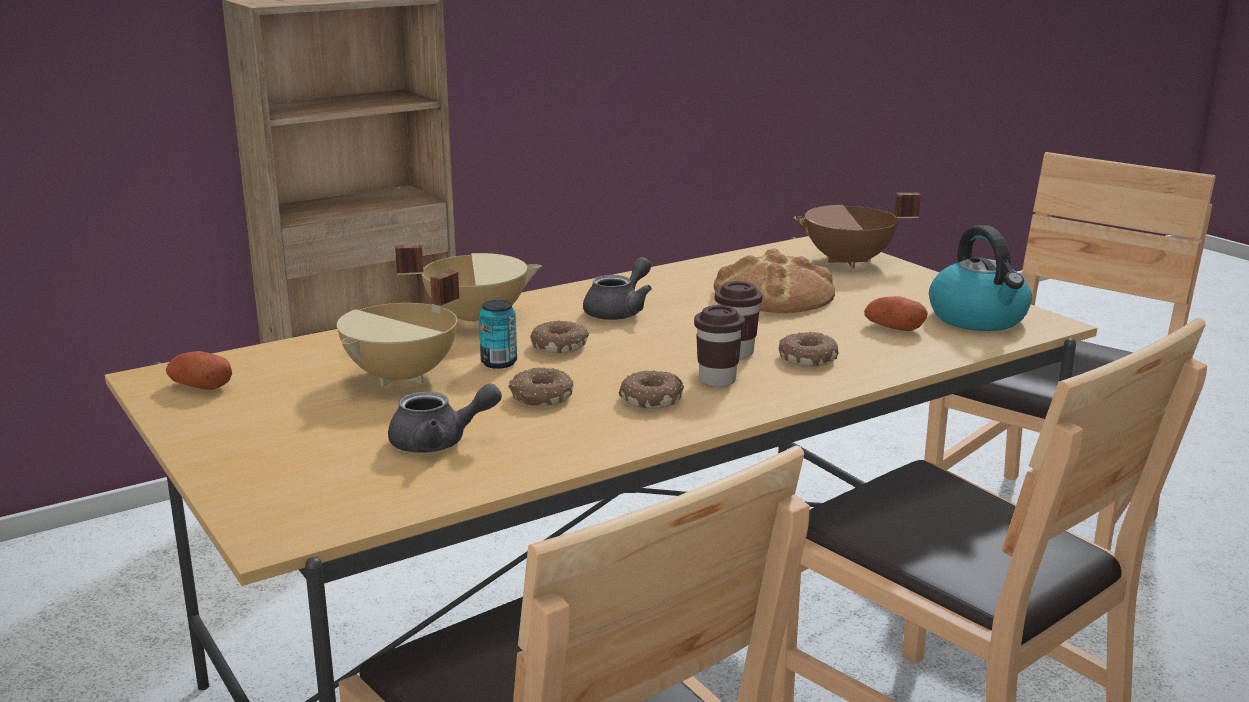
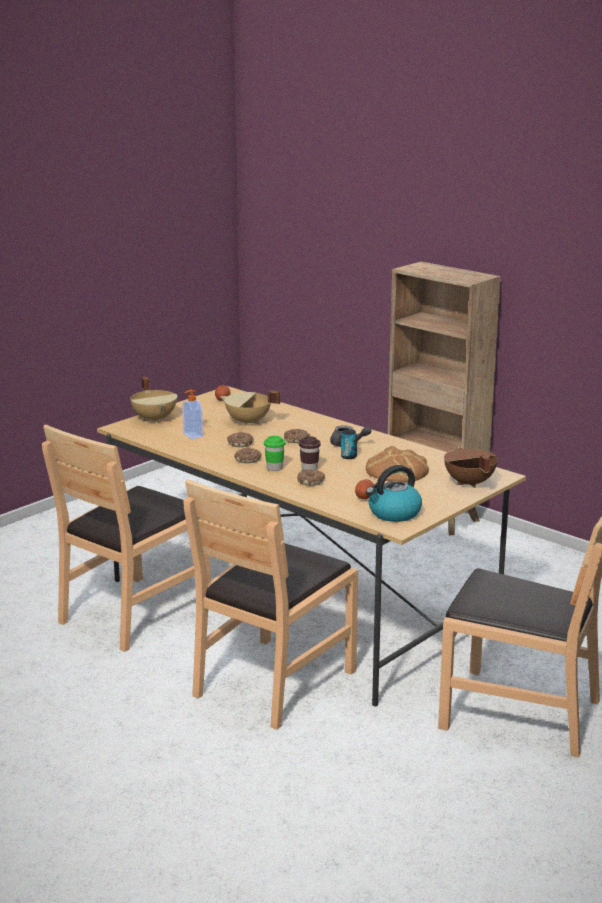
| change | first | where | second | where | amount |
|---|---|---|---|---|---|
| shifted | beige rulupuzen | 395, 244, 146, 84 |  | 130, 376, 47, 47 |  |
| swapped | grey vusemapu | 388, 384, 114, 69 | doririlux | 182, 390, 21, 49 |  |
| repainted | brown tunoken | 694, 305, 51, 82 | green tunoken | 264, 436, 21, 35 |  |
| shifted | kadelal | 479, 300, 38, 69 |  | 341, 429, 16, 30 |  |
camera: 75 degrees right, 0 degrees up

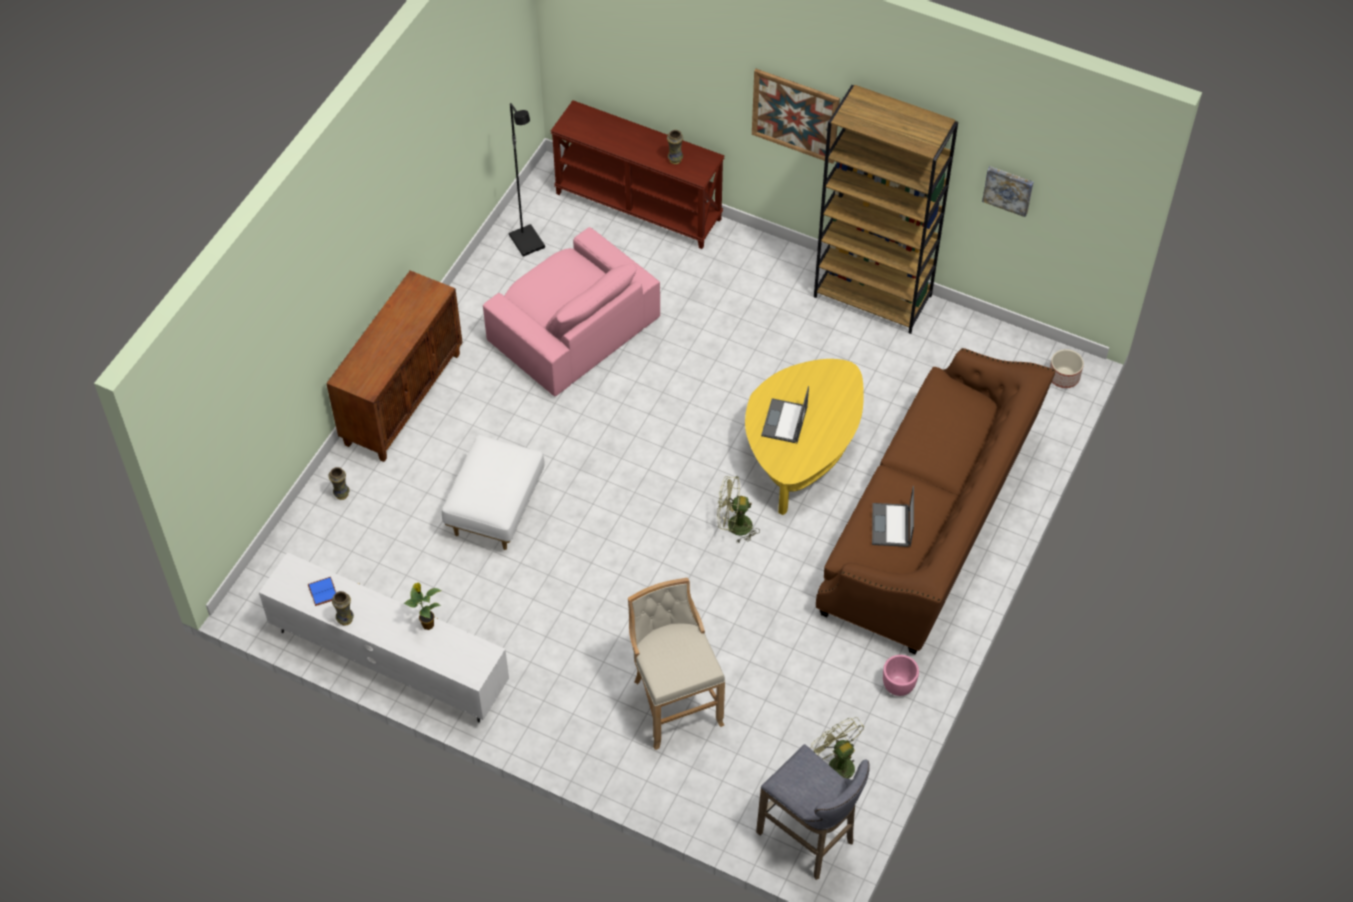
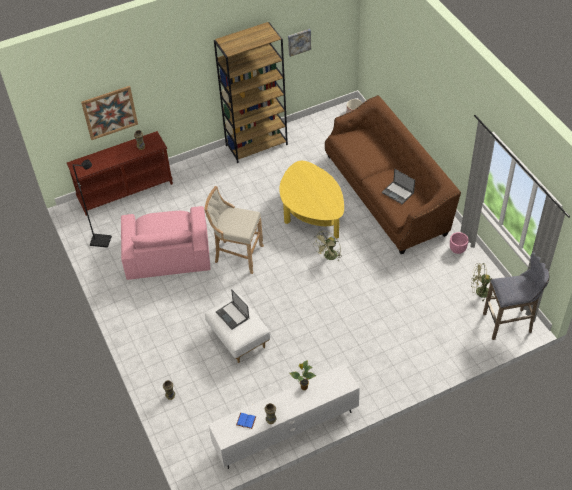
| change | first | where | second | where | amount |
|---|---|---|---|---|---|
| shifted | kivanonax | 752, 69, 88, 95 |  | 81, 86, 57, 54 |  |
| rotated | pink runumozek | 483, 227, 177, 170 |  | 121, 206, 90, 74 | 90 degrees clockwise |
| shifted | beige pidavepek | 628, 578, 97, 172 |  | 204, 186, 60, 88 |  |
| shifted | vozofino | 761, 386, 48, 58 |  | 216, 289, 33, 40 |  |
| gone | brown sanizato | 326, 270, 137, 192 |  |  |  |
camera: 50 degrees left, 5 degrees down

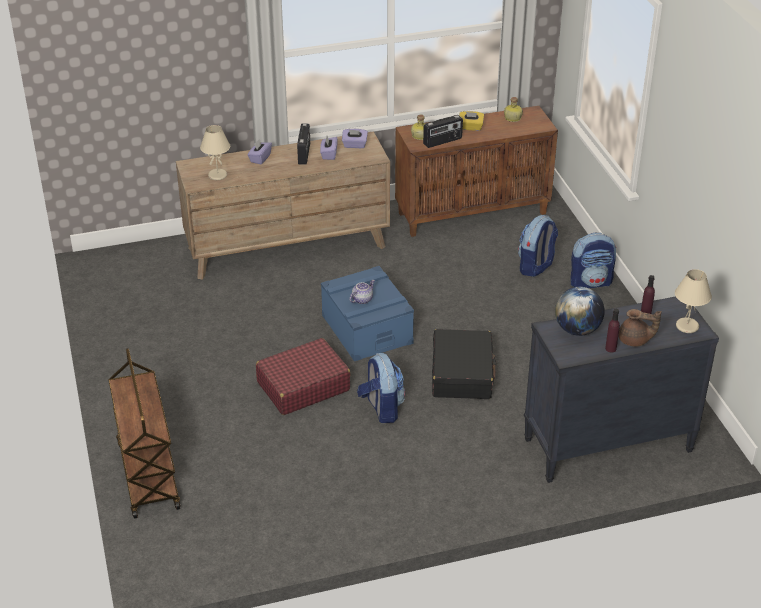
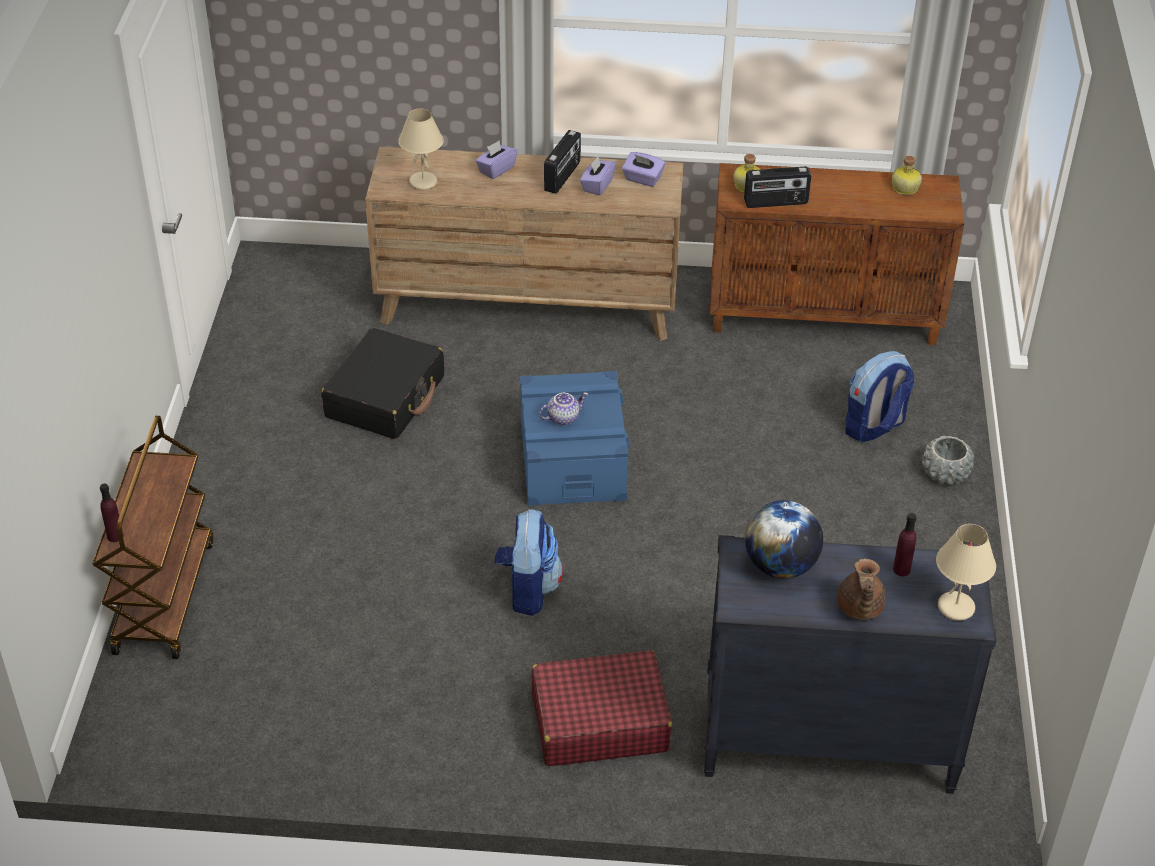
| change | first | where | second | where | amount |
|---|---|---|---|---|---|
| shifted | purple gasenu | 605, 309, 15, 44 |  | 100, 483, 23, 59 |  |
| shifted | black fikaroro | 432, 329, 65, 70 |  | 321, 328, 123, 111 |  |
| shifted | red fikaroro | 256, 338, 95, 77 |  | 531, 650, 141, 116 |  |
| rotated | brown vusemapu | 619, 309, 43, 38 |  | 837, 559, 49, 61 | 60 degrees clockwise |
| swapped | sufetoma | 570, 233, 46, 55 | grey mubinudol | 922, 435, 52, 50 |  |
| gone | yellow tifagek | 459, 111, 25, 20 |  |  |  |
camera: 20 degrees right, 5 degrees up

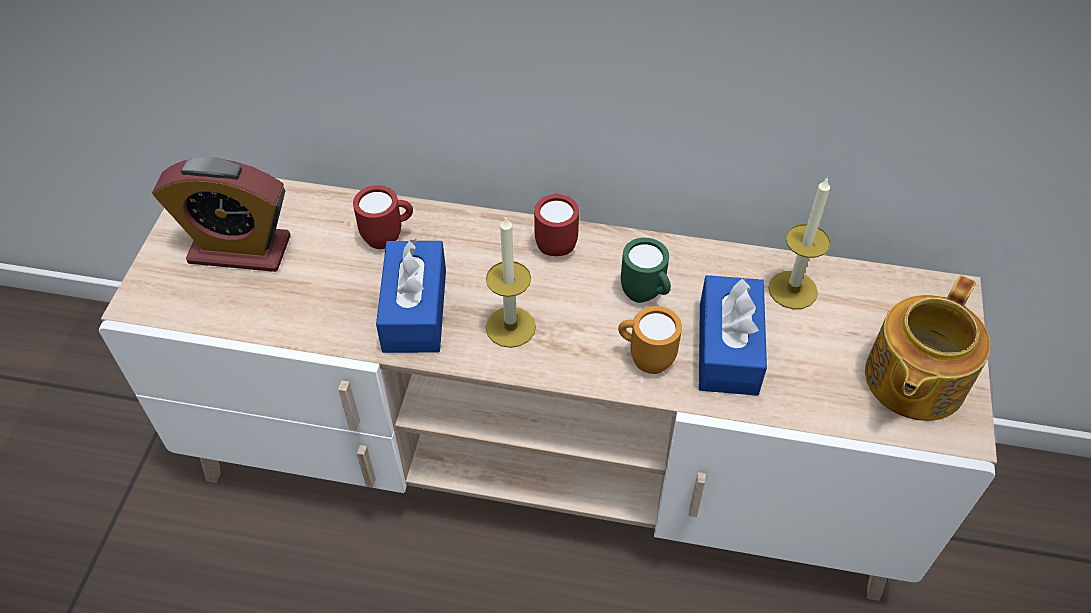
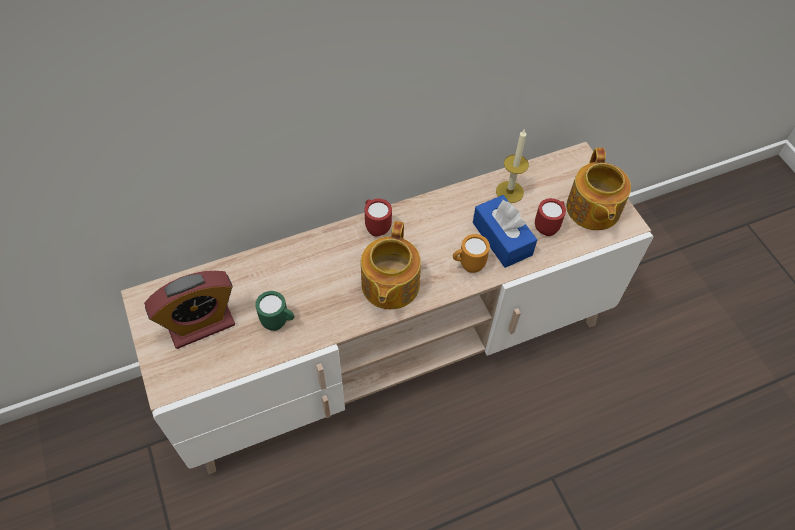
| change | first | where | second | where | amount |
|---|---|---|---|---|---|
| shifted | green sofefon | 621, 238, 50, 65 |  | 255, 291, 39, 40 |  |
| swapped | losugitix | 486, 215, 50, 133 | vusemapu | 361, 221, 60, 88 |  |
| shifted | red sofefon | 353, 185, 60, 64 |  | 535, 198, 31, 38 |  |
| gone | blue tifagek | 376, 238, 70, 115 |  |  |  |
camera: 35 degrees left, 5 degrees up

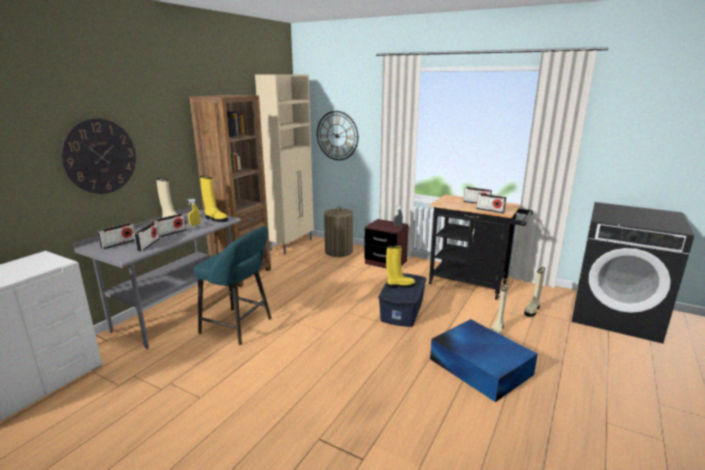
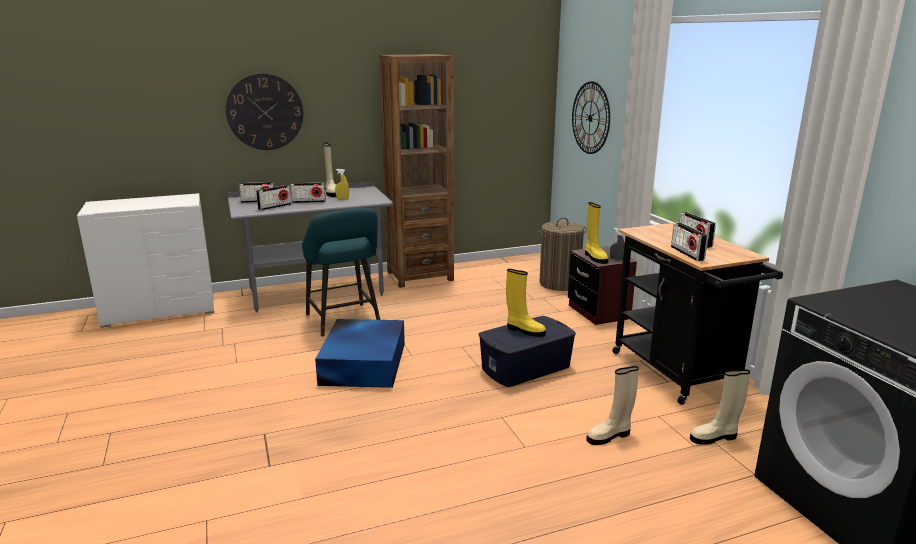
| change | first | where | second | where | amount |
|---|---|---|---|---|---|
| shifted | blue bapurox | 430, 319, 108, 83 |  | 315, 319, 90, 69 |  |
| shifted | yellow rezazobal | 200, 176, 28, 46 |  | 585, 202, 23, 62 |  |
| gone | beige sanizato | 255, 74, 59, 180 |  |  |  |
camera: 40 degrees right, 0 degrees up

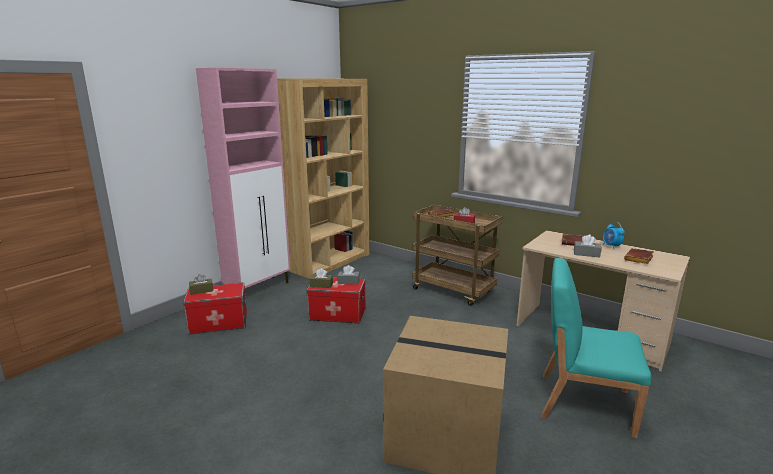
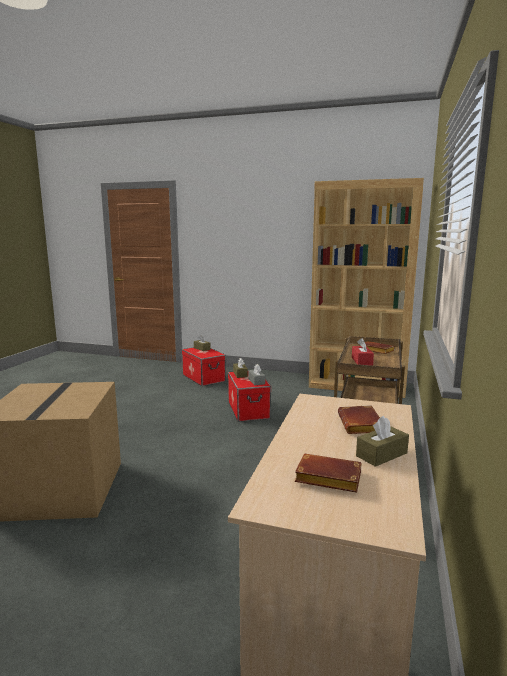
| change | first | where | second | where | amount |
|---|---|---|---|---|---|
| swapped | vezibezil | 603, 222, 22, 27 | brown tifagek | 356, 416, 53, 51 |  |
| gone | pink sanizato | 196, 68, 94, 220 |  |  |  |
| gone | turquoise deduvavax | 541, 258, 111, 180 |  |  |  |
| gone | grey tifagek | 574, 234, 28, 24 |  |  |  |
camera: 70 degrees right, 5 degrees down

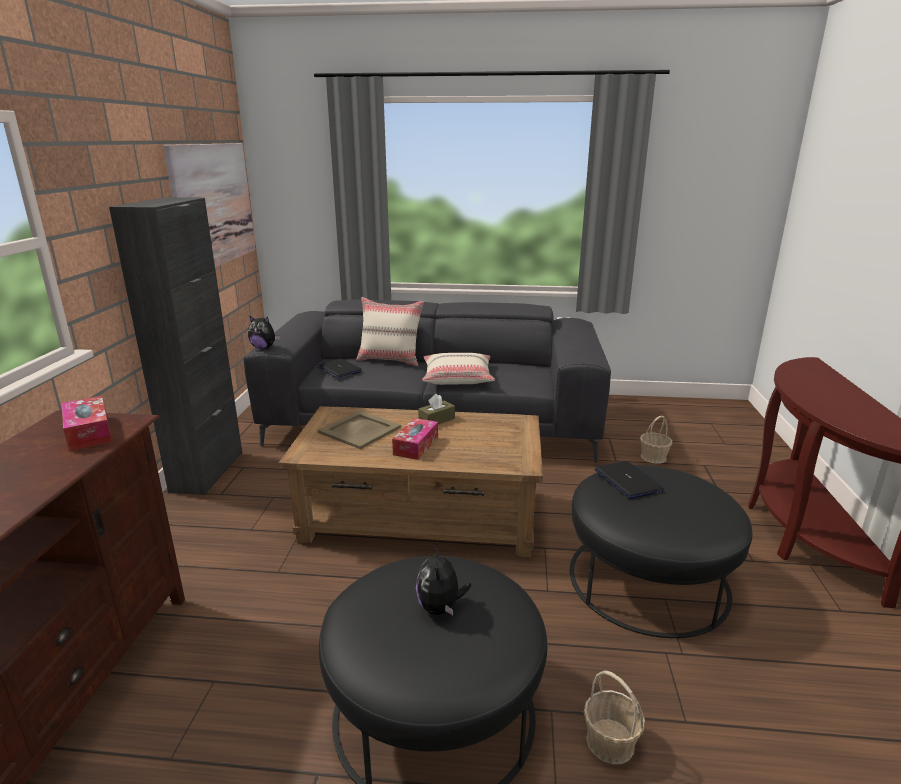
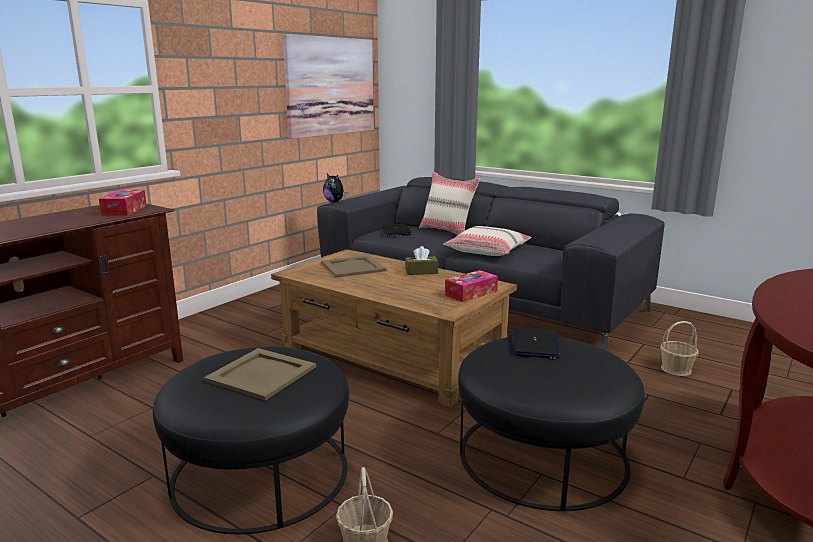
| change | first | where | second | where | amount |
|---|---|---|---|---|---|
| swapped | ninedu | 416, 544, 55, 71 | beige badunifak | 204, 348, 112, 52 |  |
| shifted | tifagek | 392, 418, 46, 42 |  | 445, 270, 53, 32 |  |
| gone | black sanizato | 109, 197, 133, 298 |  |  |  |
camera: 30 degrees right, 5 degrees down

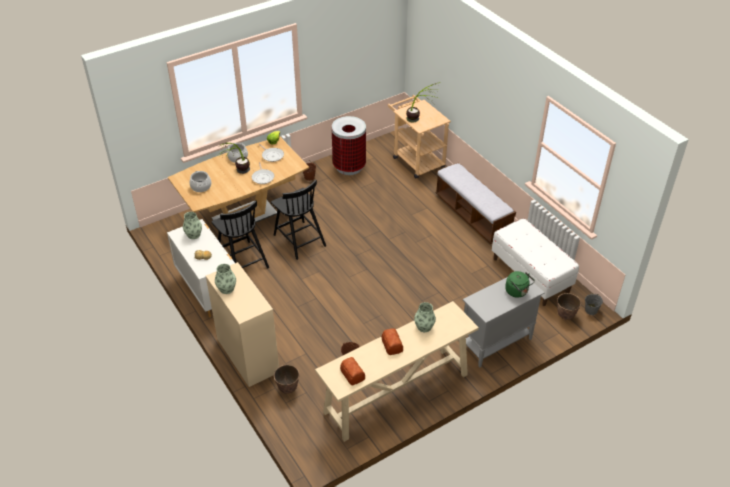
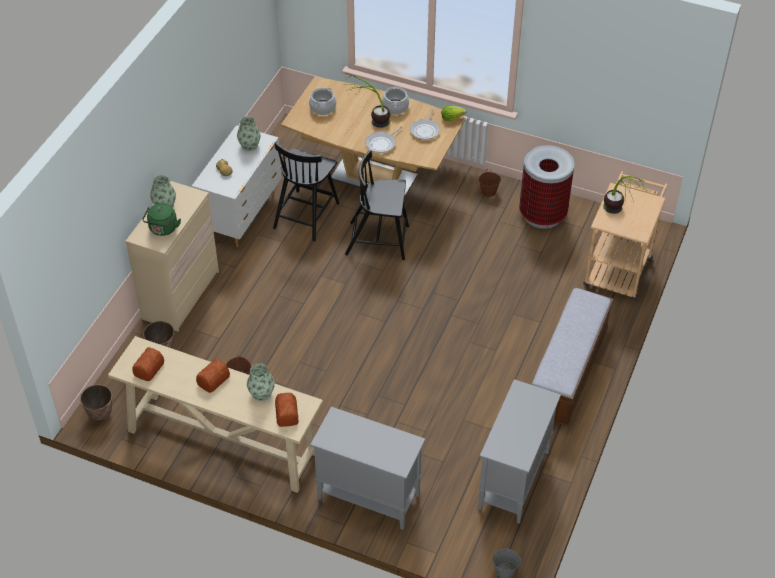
| change | first | where | second | where | amount |
|---|---|---|---|---|---|
| shifted | mubinudol | 557, 293, 24, 27 |  | 80, 384, 32, 36 |  |
| shifted | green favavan | 505, 271, 30, 27 |  | 142, 203, 39, 33 |  |
| new |  |  | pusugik | 275, 393, 23, 34 |  |
| rotated | black deduvavax | 271, 179, 55, 81 |  | 345, 150, 64, 110 | 75 degrees clockwise |
| swapped | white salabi | 492, 218, 87, 88 | grey sanizato | 478, 379, 83, 145 |  |
camera: 55 degrees right, 5 degrees up

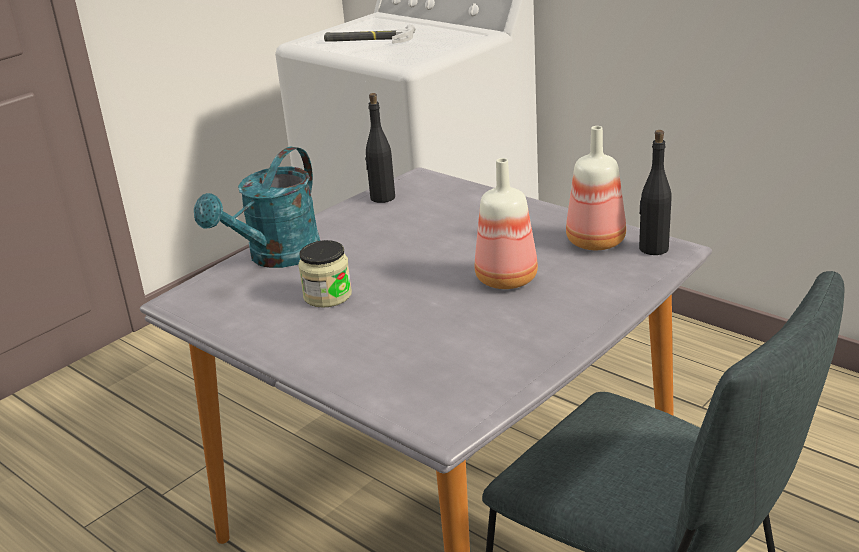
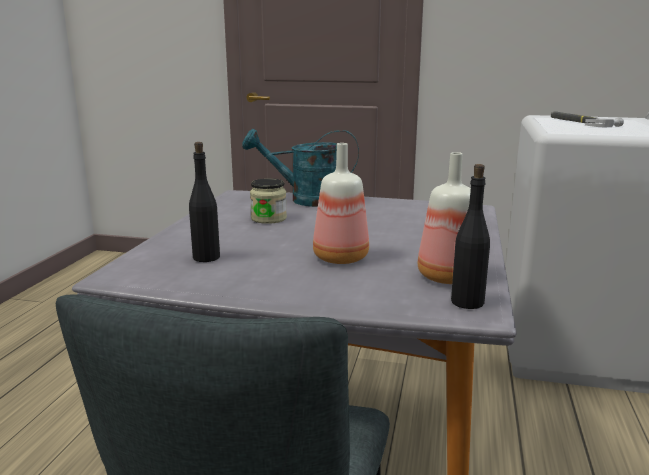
| change | first | where | second | where | amount |
|---|---|---|---|---|---|
| shifted | black gasenu | 365, 93, 30, 110 |  | 189, 142, 31, 120 |  |
camera: 60 degrees right, 10 degrees down

